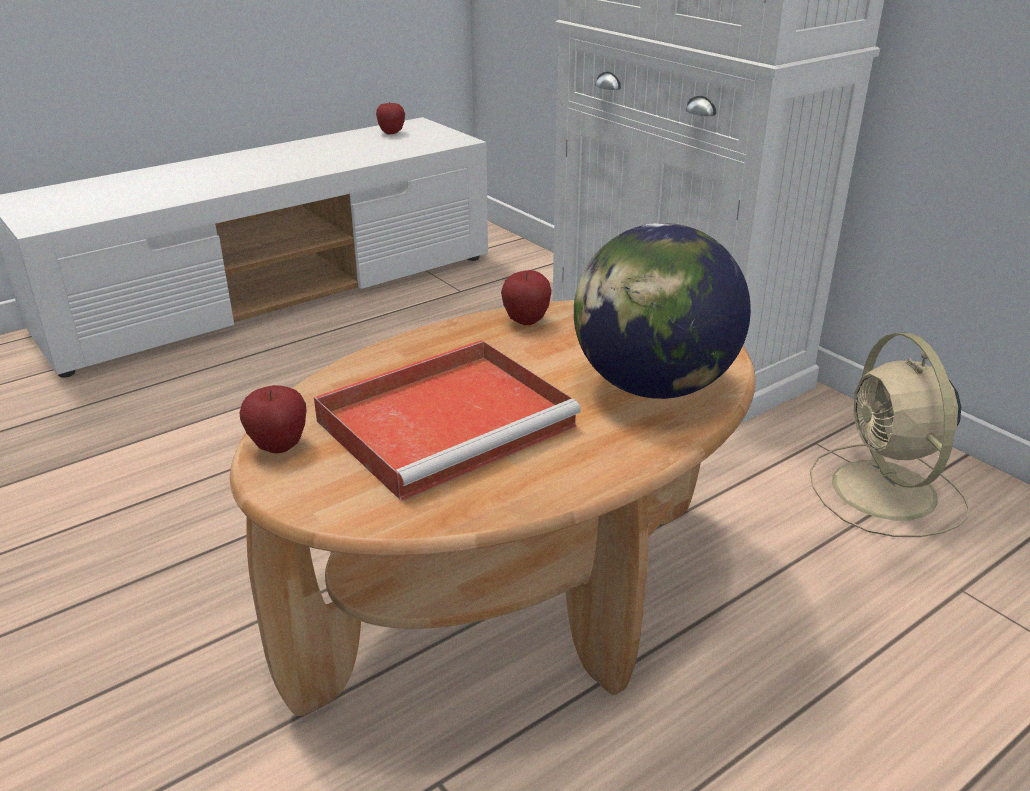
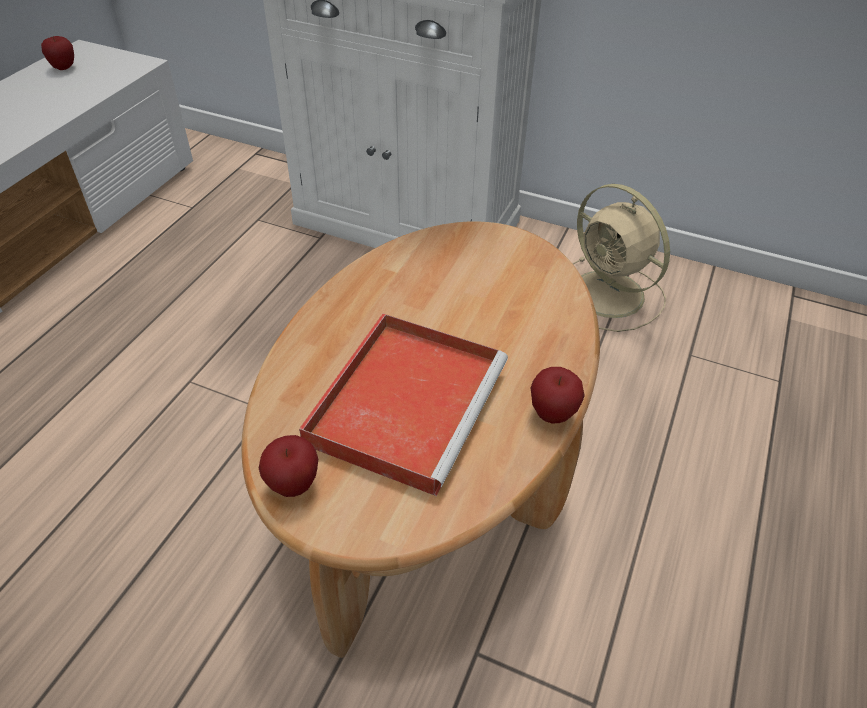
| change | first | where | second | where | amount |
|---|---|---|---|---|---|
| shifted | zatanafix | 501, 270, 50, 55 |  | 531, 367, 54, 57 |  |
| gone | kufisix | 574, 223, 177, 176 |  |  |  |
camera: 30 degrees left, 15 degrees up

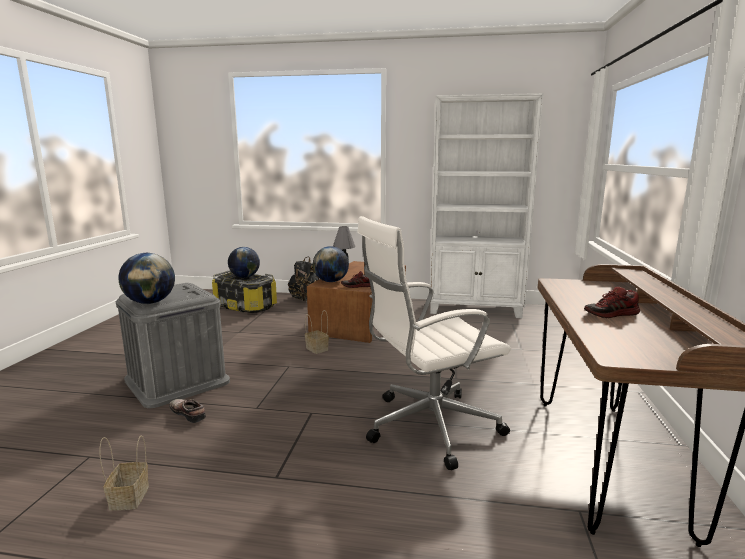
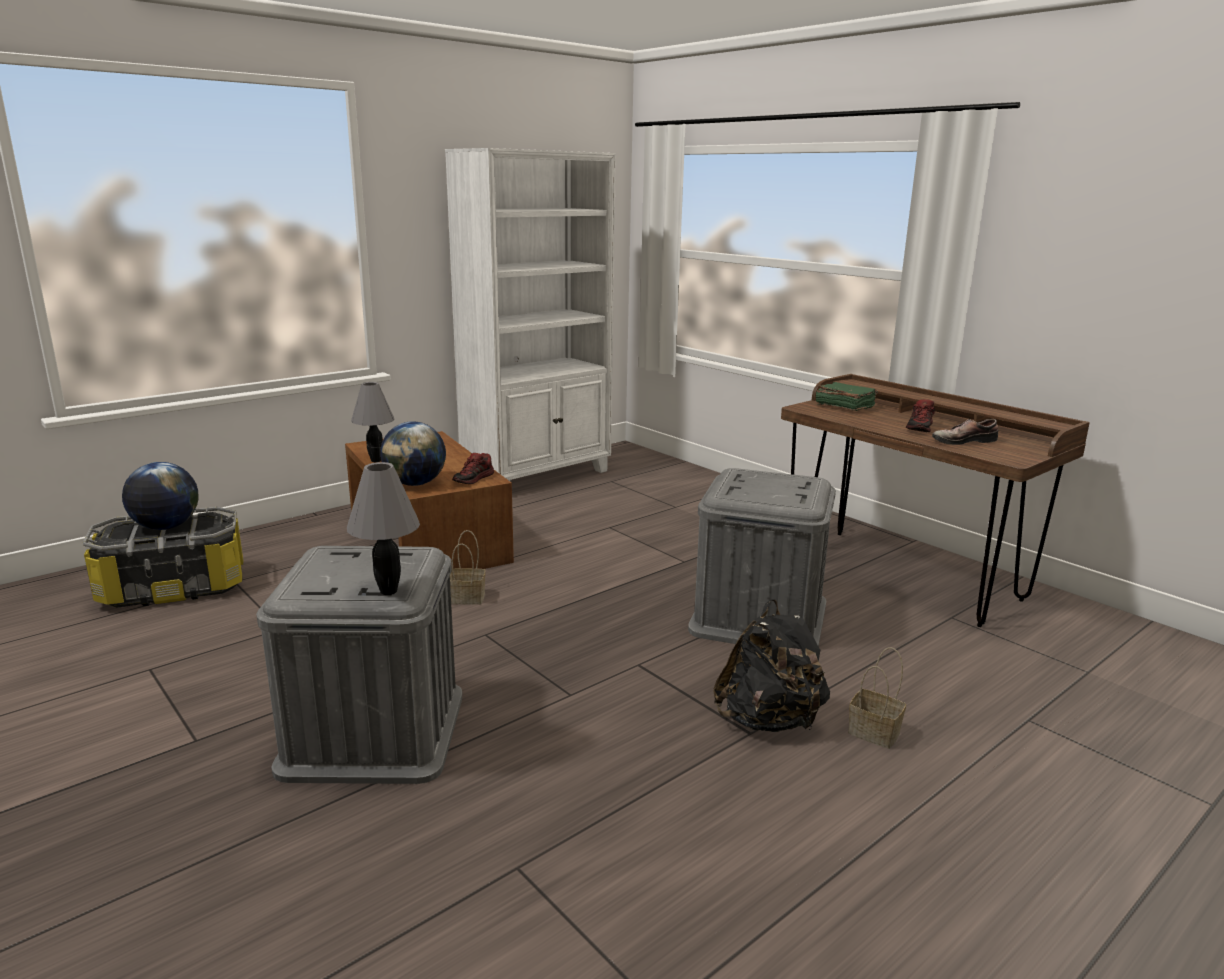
| change | first | where | second | where | amount |
|---|---|---|---|---|---|
| swapped | kufisix | 119, 253, 56, 51 | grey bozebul | 347, 462, 73, 133 |  |
| swapped | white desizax | 357, 216, 154, 254 | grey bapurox | 688, 468, 148, 179 |  |
| shifted | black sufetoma | 288, 257, 31, 44 |  | 713, 599, 117, 133 |  |
| new |  |  | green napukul | 816, 382, 62, 29 |  |
| shifted | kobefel | 99, 435, 50, 76 |  | 848, 647, 58, 102 |  |
| shifted | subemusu | 169, 399, 37, 24 |  | 932, 419, 66, 26 |  |
camera: 50 degrees left, 5 degrees up

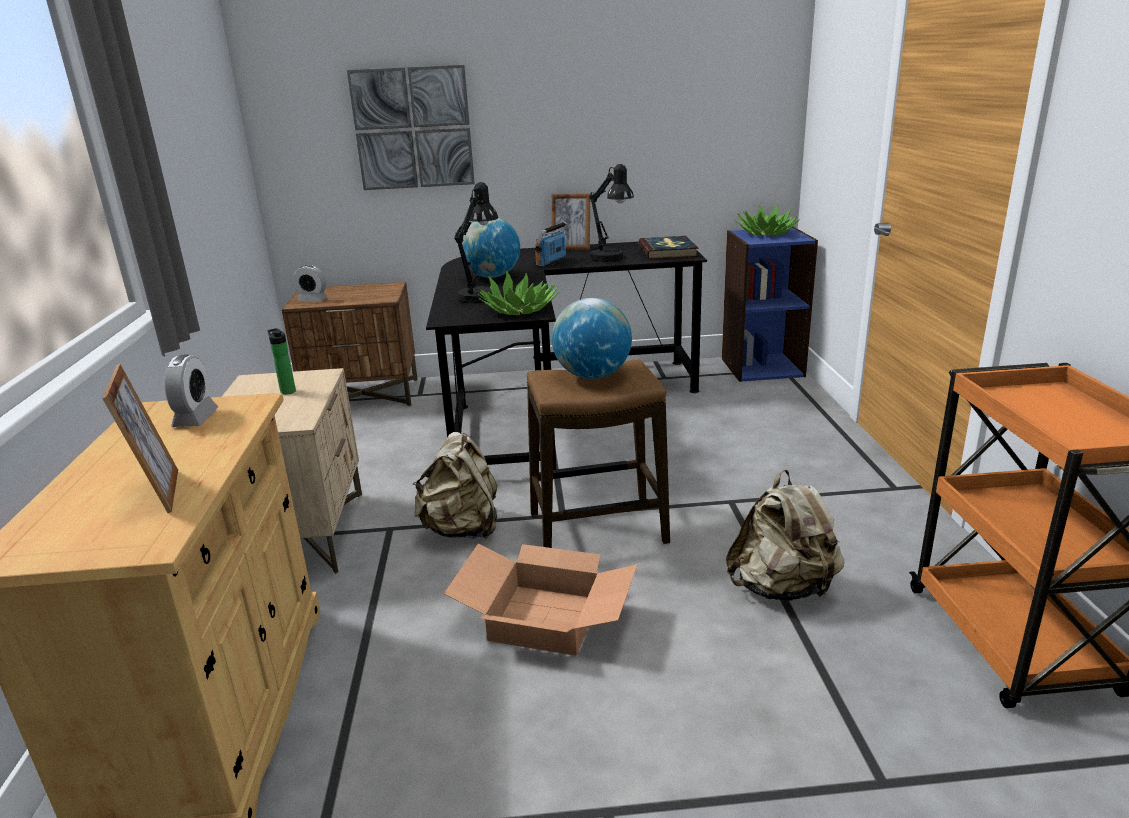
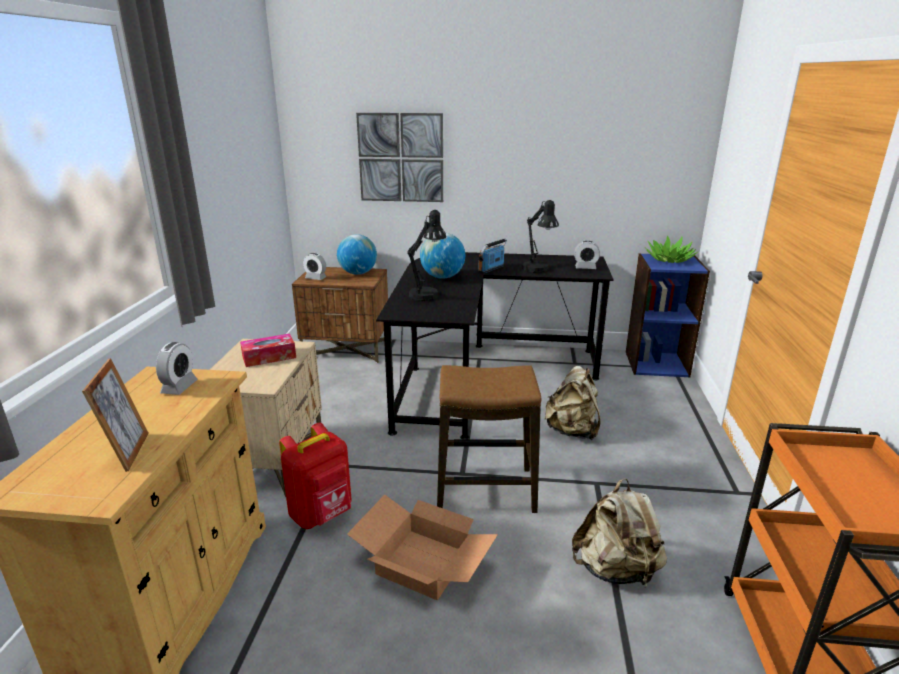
| change | first | where | second | where | amount |
|---|---|---|---|---|---|
| swapped | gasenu | 268, 328, 28, 67 | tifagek | 240, 334, 56, 33 |  |
| new |  |  | red sufetoma | 279, 423, 73, 106 |  |
| shifted | kufisix | 552, 298, 80, 81 |  | 337, 234, 40, 41 |  |
| shifted | beige sufetoma | 413, 432, 84, 107 |  | 545, 366, 56, 74 |  |
| swapped | napukul | 639, 236, 59, 24 | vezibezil | 574, 241, 26, 28 |  |
| gone | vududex | 478, 270, 82, 45 |  |  |  |
| gone | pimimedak | 551, 194, 39, 56 |  |  |  |
camera: 10 degrees right, 0 degrees up

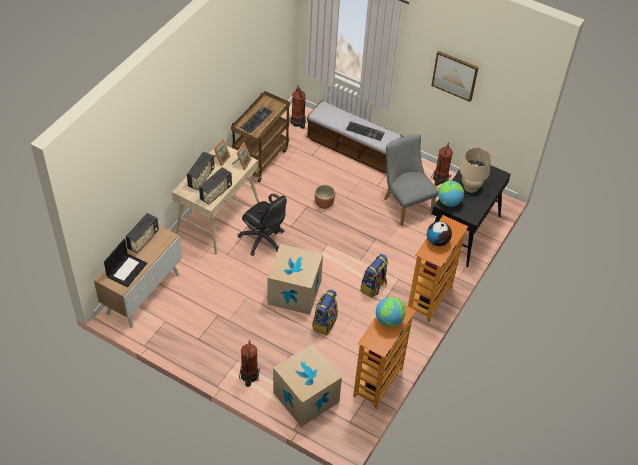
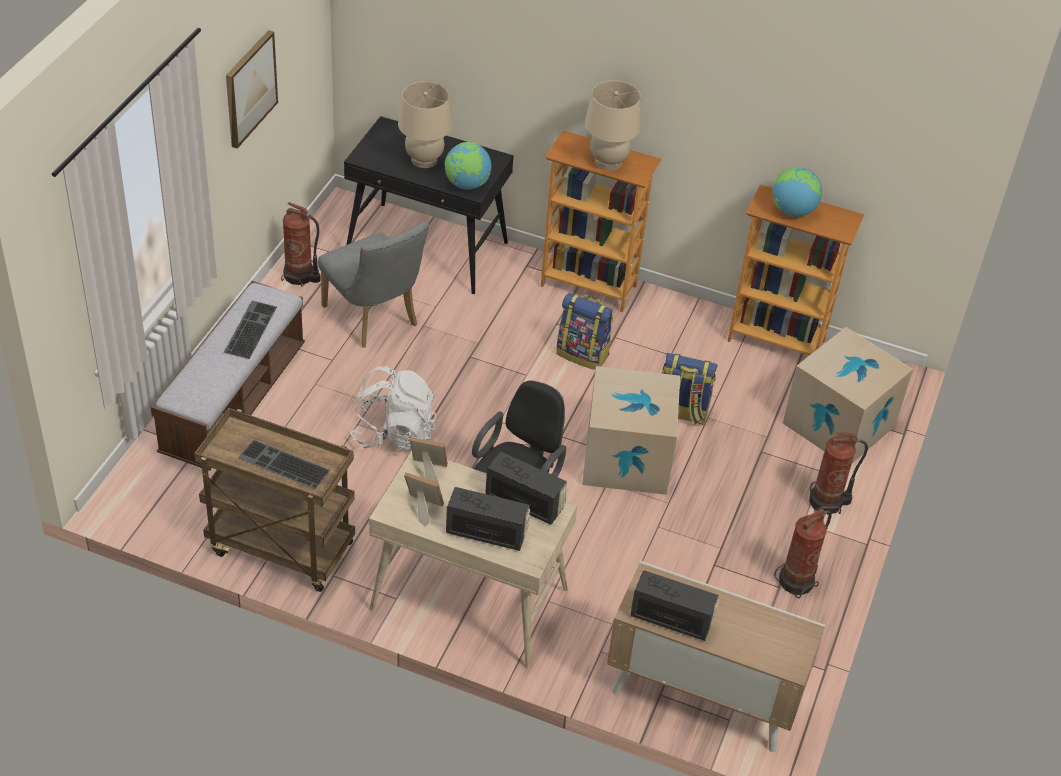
| change | first | where | second | where | amount |
|---|---|---|---|---|---|
| rotated | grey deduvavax | 384, 134, 54, 92 |  | 318, 221, 111, 127 | 90 degrees counterclockwise |
| swapped | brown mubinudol | 315, 184, 20, 25 | white sufetoma | 350, 366, 86, 85 |  |
| swapped | kufisix | 427, 221, 25, 25 | beige bozebul | 585, 80, 56, 91 |  |
| shifted | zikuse | 290, 85, 18, 44 |  | 774, 509, 58, 90 |  |
| gone | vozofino | 104, 239, 43, 48 |  |  |  |
camera: 100 degrees left, 5 degrees down

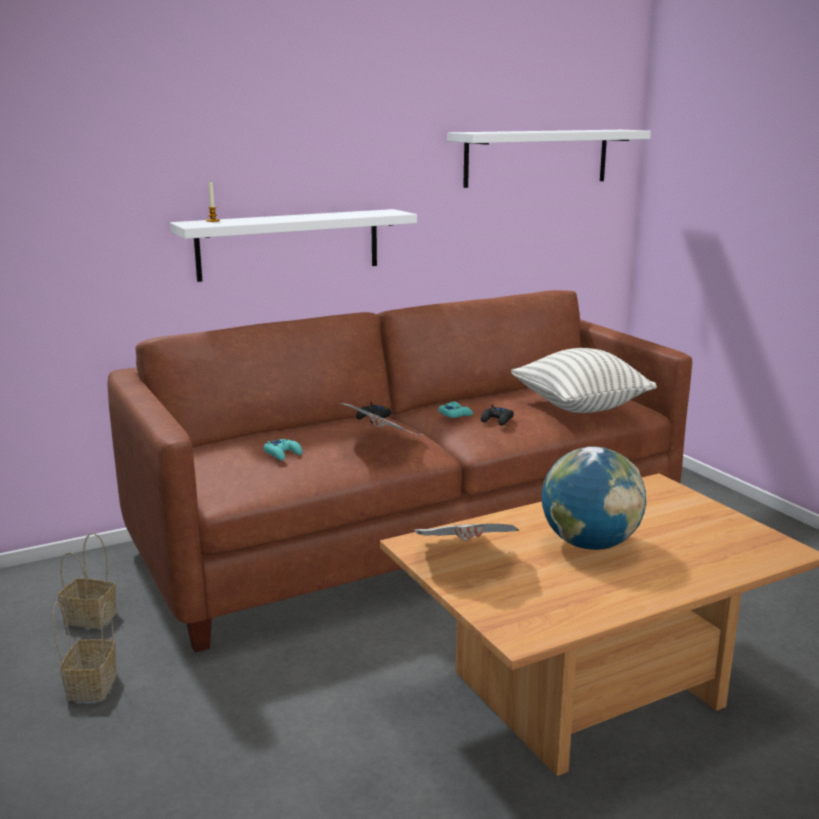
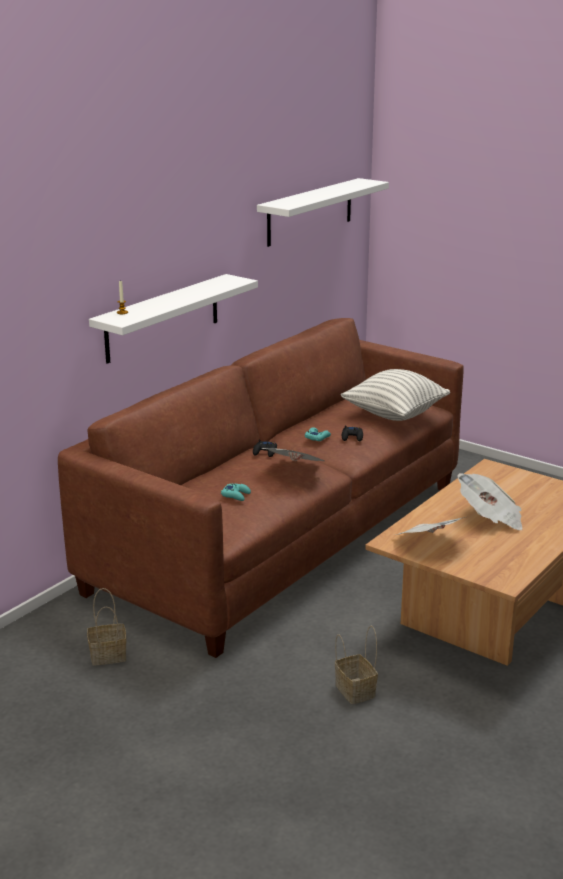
| change | first | where | second | where | amount |
|---|---|---|---|---|---|
| shifted | kobefel | 53, 602, 64, 100 |  | 335, 625, 43, 79 |  |
| swapped | kufisix | 541, 446, 105, 104 | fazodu | 457, 473, 66, 57 |  |
camera: 25 degrees left, 5 degrees up

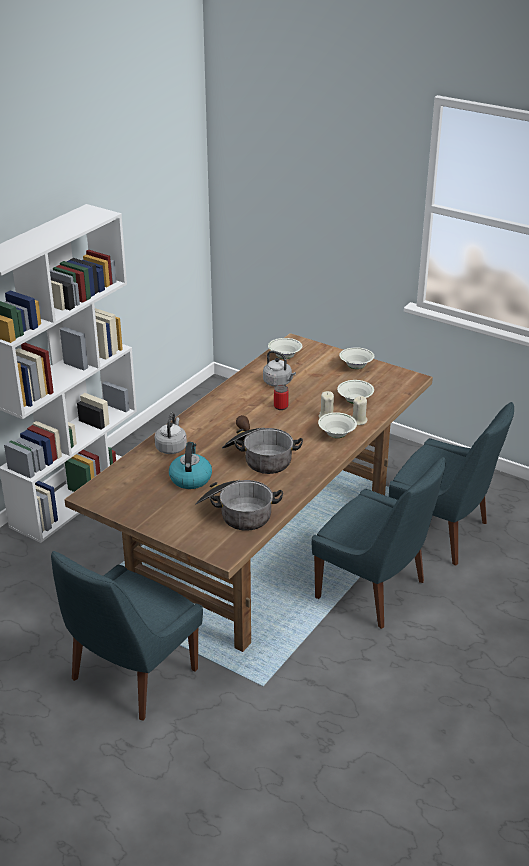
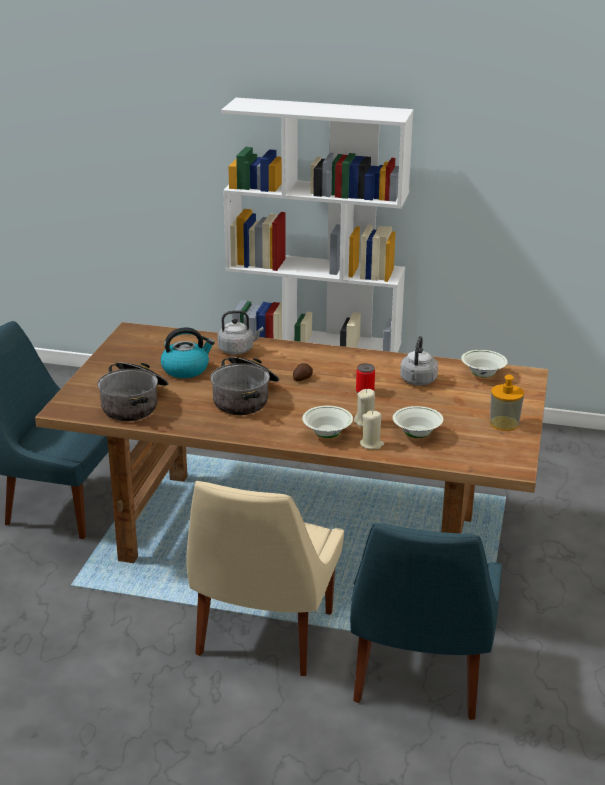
| change | first | where | second | where | amount |
|---|---|---|---|---|---|
| repainted | blue deduvavax | 312, 457, 134, 172 | beige deduvavax | 186, 481, 158, 195 |  |
| swapped | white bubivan | 339, 347, 35, 22 | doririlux | 490, 374, 34, 57 |  |
camera: 70 degrees right, 5 degrees down

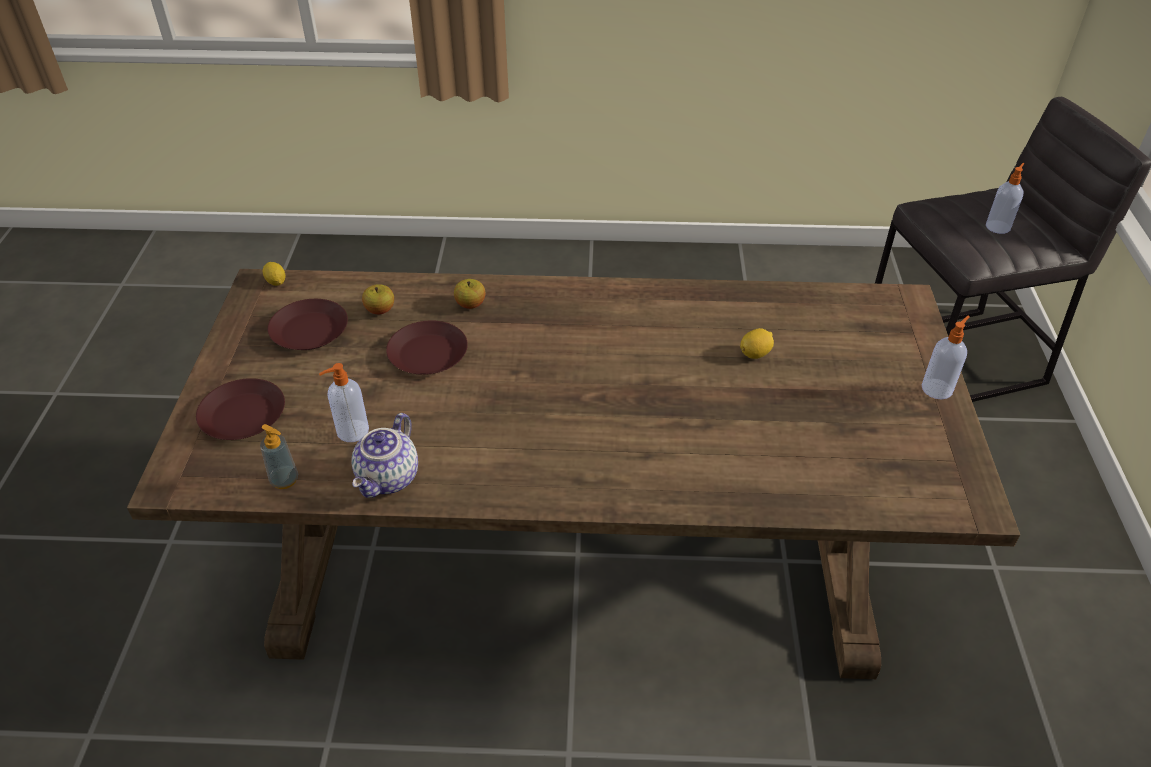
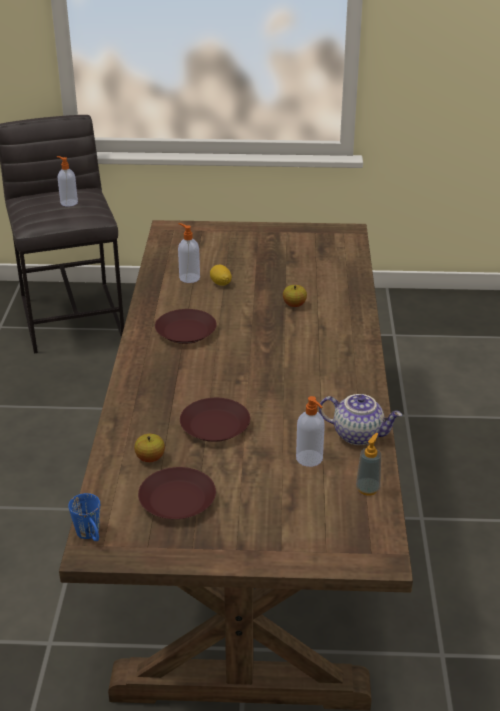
| change | first | where | second | where | amount |
|---|---|---|---|---|---|
| swapped | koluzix | 263, 262, 22, 24 | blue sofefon | 68, 493, 32, 48 |  |
| shifted | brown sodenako | 196, 378, 89, 62 |  | 155, 309, 61, 35 |  |
| shifted | doririlux | 922, 316, 48, 83 |  | 178, 223, 22, 60 |  |
| shifted | zatanafix | 454, 279, 31, 30 |  | 283, 285, 24, 22 |  |
camera: 90 degrees left, 10 degrees down

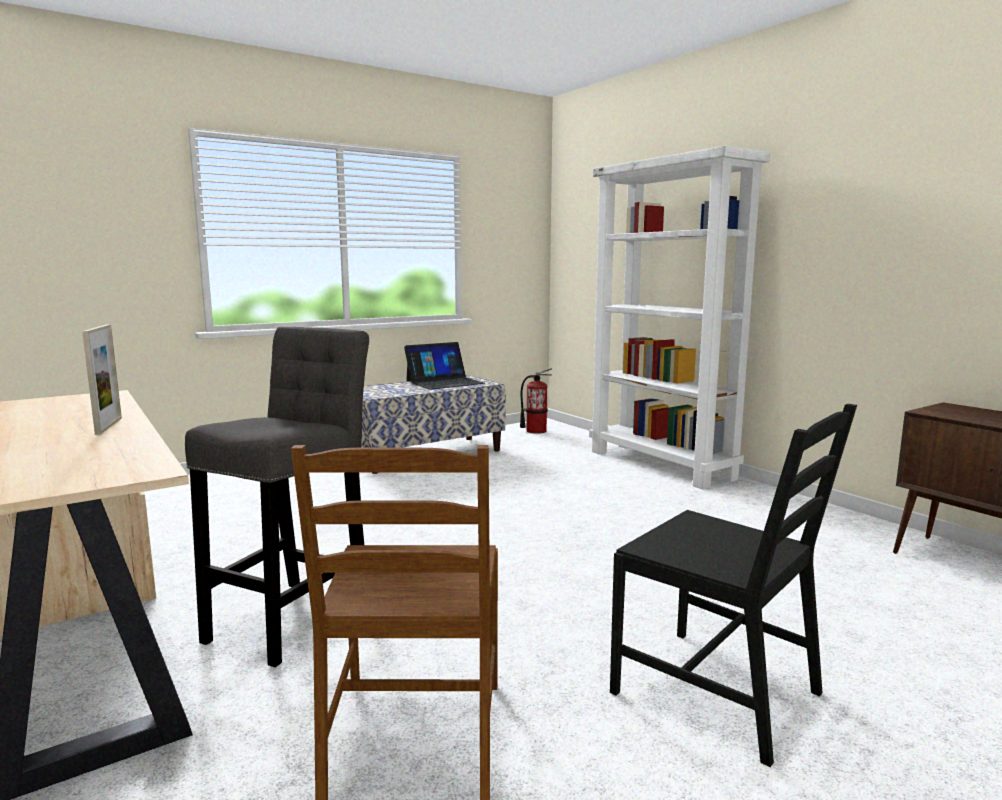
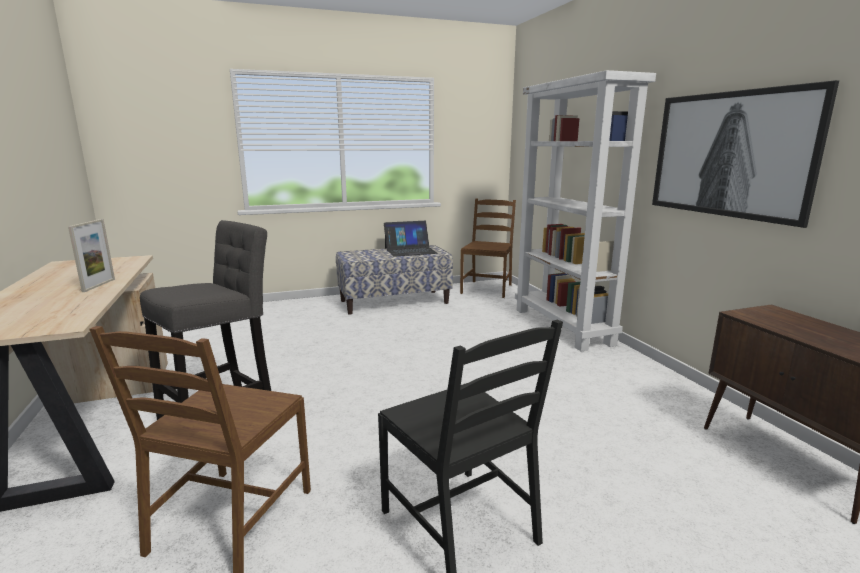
| change | first | where | second | where | amount |
|---|---|---|---|---|---|
| swapped | zikuse | 520, 368, 32, 66 | brown deduvavax | 460, 199, 56, 99 |  |
| new |  |  | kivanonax | 652, 80, 187, 148 |  |
camera: 15 degrees right, 5 degrees up

